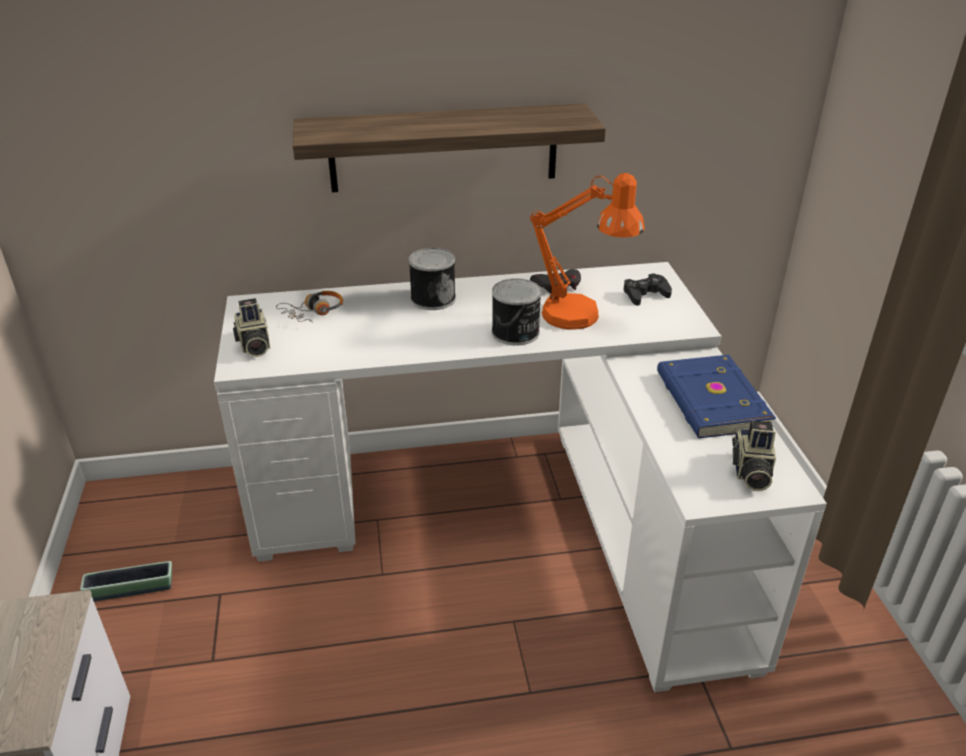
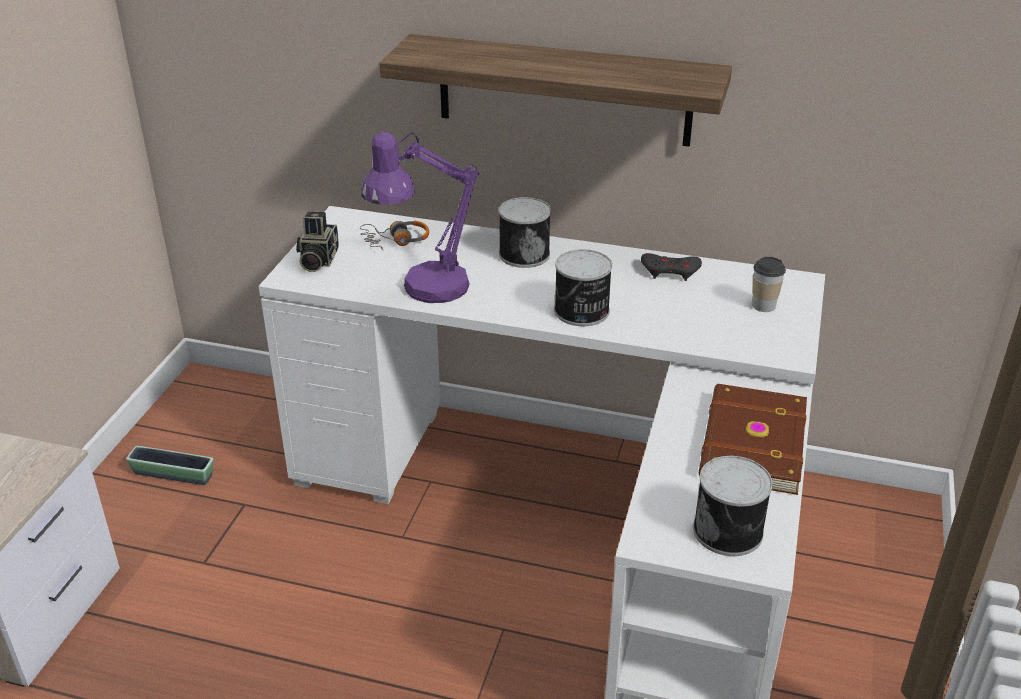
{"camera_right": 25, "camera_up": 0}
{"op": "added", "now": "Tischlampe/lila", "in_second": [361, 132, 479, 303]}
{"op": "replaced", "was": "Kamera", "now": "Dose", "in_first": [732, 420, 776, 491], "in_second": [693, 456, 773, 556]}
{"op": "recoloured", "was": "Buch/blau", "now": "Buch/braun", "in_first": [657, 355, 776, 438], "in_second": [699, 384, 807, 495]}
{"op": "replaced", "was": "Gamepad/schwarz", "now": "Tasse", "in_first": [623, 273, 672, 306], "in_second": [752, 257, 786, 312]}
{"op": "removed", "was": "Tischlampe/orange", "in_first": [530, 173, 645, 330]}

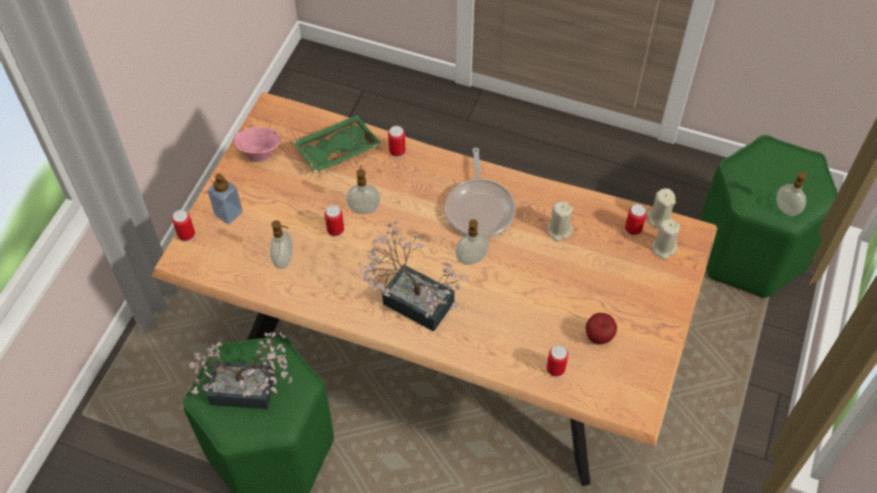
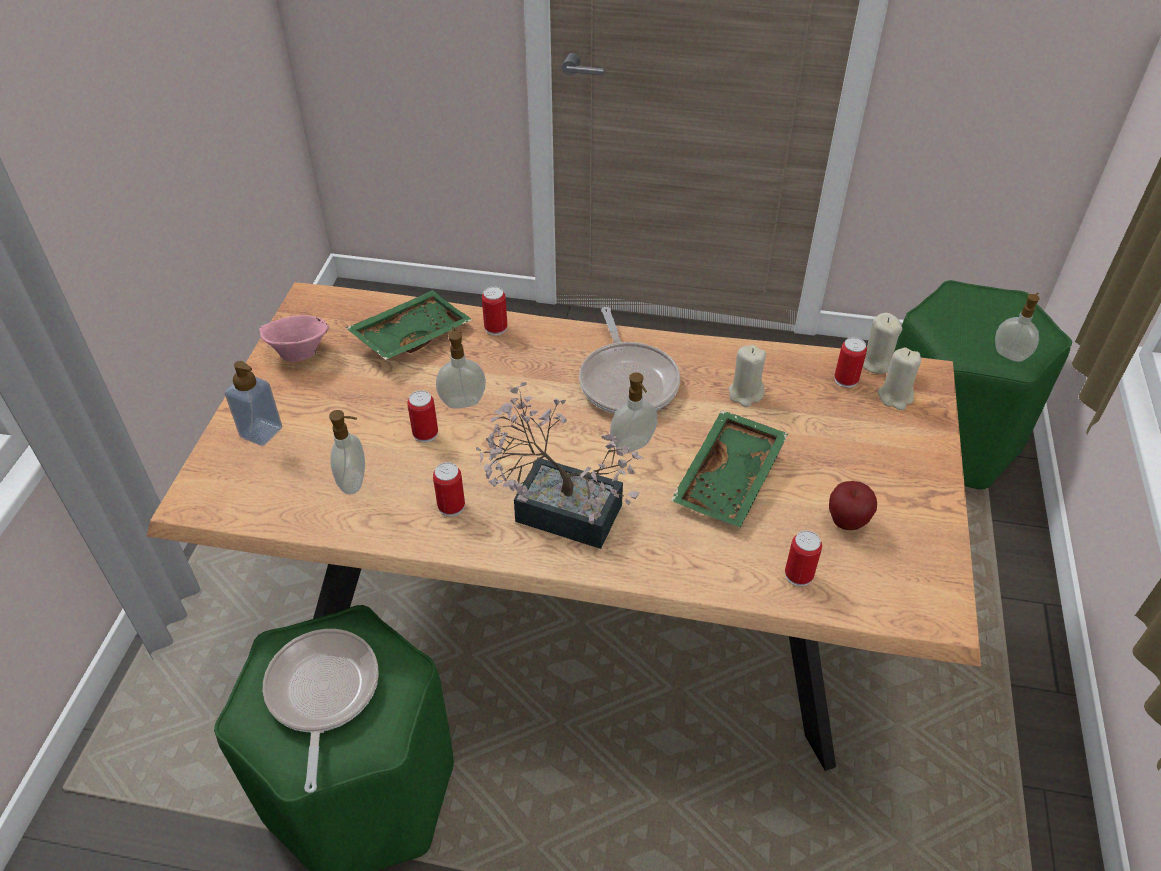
{"camera_right": -10, "camera_up": -10}
{"op": "replaced", "was": "Topfpflanze", "now": "Pfanne", "in_first": [189, 332, 292, 409], "in_second": [263, 629, 379, 793]}
{"op": "moved", "was": "Dose", "in_first": [172, 210, 195, 242], "in_second": [433, 462, 465, 517]}
{"op": "added", "now": "Tablett/grün", "in_second": [671, 410, 788, 527]}

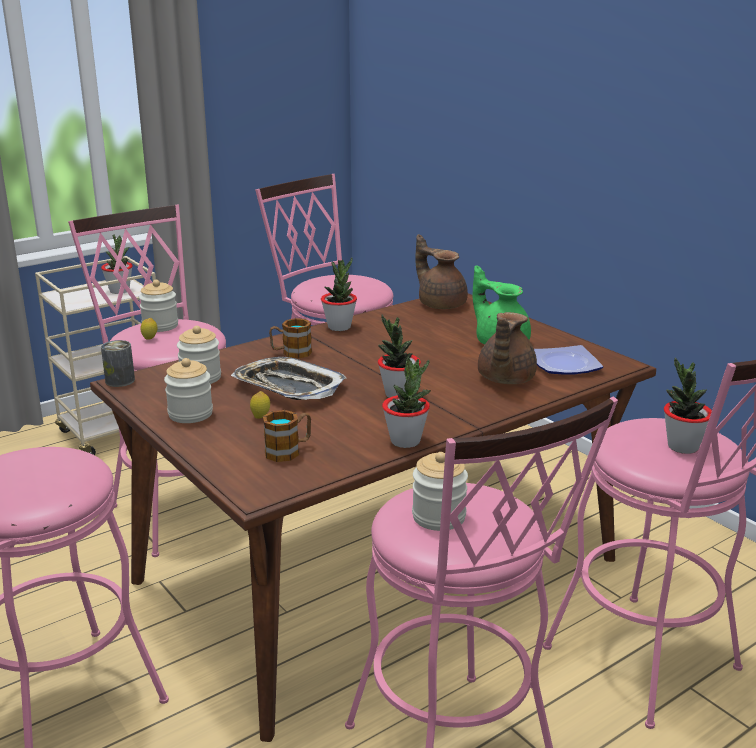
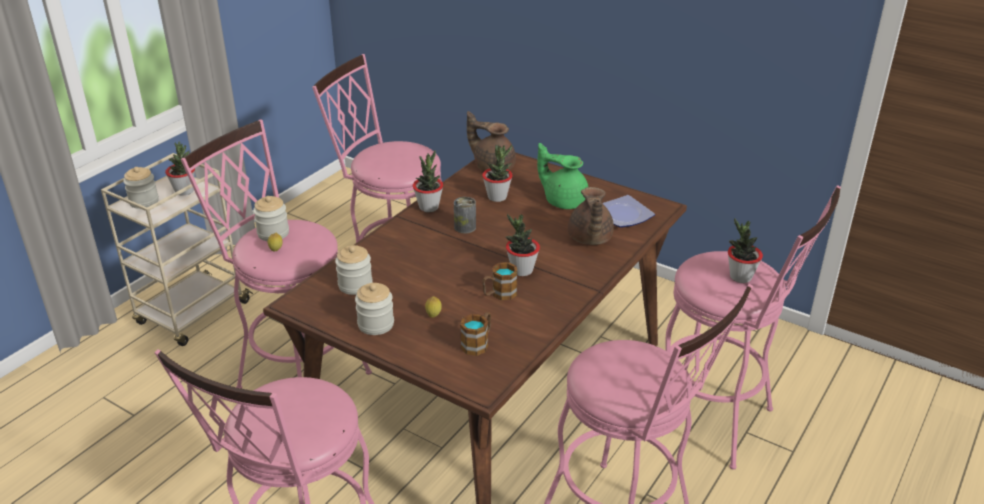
{"camera_right": -20, "camera_up": 10}
{"op": "moved", "was": "Vorratsglas", "in_first": [412, 452, 468, 531], "in_second": [123, 167, 159, 209]}
{"op": "moved", "was": "Dose", "in_first": [101, 340, 135, 387], "in_second": [454, 197, 476, 233]}
{"op": "moved", "was": "Topfpflanze", "in_first": [382, 357, 431, 448], "in_second": [482, 145, 513, 202]}
{"op": "moved", "was": "Henkelbecher", "in_first": [269, 318, 312, 359], "in_second": [482, 262, 518, 300]}
{"op": "removed", "was": "Tablett", "in_first": [231, 357, 346, 400]}

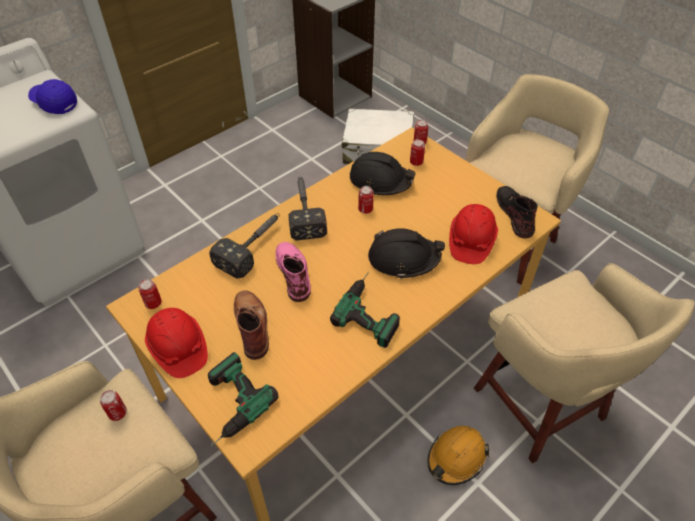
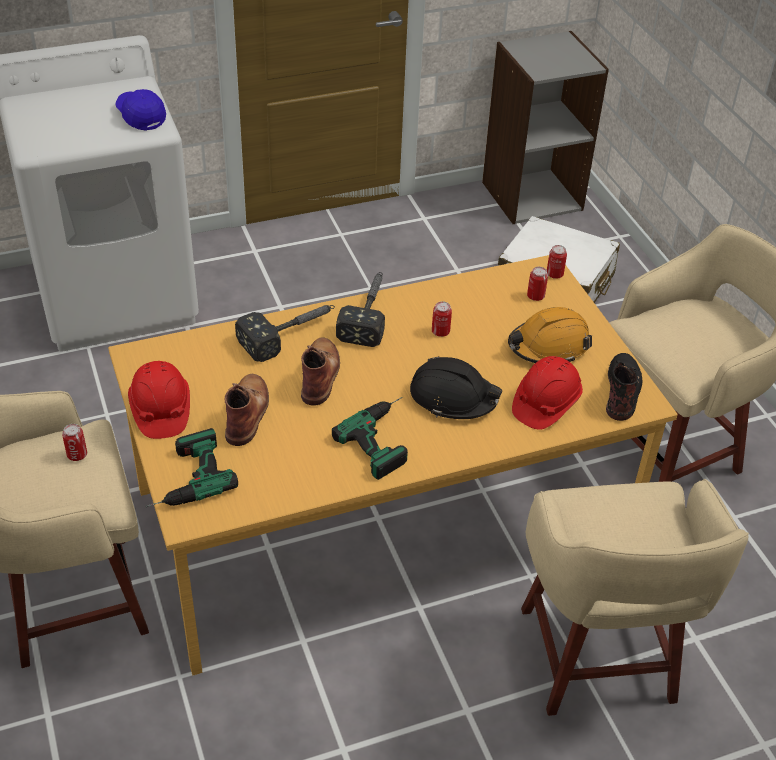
{"camera_right": 20, "camera_up": -5}
{"op": "recoloured", "was": "Stiefel/rosa", "now": "Stiefel/braun", "in_first": [275, 242, 311, 302], "in_second": [301, 337, 340, 406]}
{"op": "moved", "was": "Schutzhelm/orange", "in_first": [427, 426, 489, 485], "in_second": [508, 307, 592, 363]}
{"op": "removed", "was": "Dose", "in_first": [139, 279, 162, 309]}
{"op": "removed", "was": "Schutzhelm/schwarz", "in_first": [350, 152, 416, 195]}

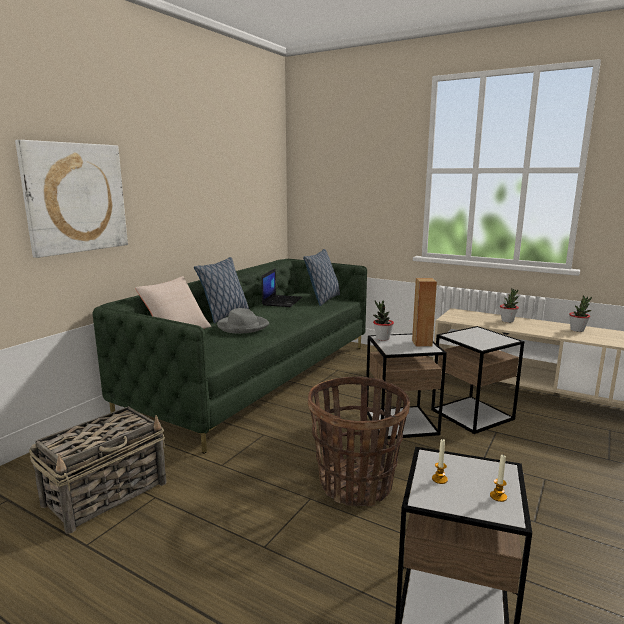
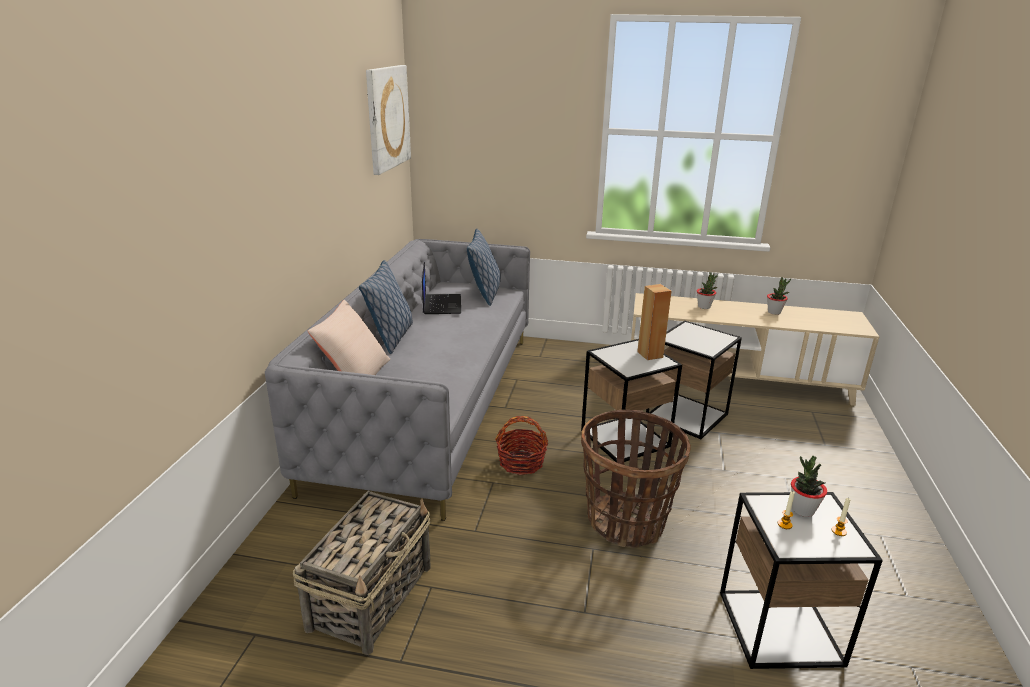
{"camera_right": -20, "camera_up": 10}
{"op": "recoloured", "was": "Sofa/grün", "now": "Sofa/grau", "in_first": [92, 259, 367, 454], "in_second": [265, 239, 530, 521]}
{"op": "moved", "was": "Bild", "in_first": [15, 140, 128, 258], "in_second": [366, 65, 411, 175]}
{"op": "added", "now": "Korb", "in_second": [495, 416, 548, 475]}
{"op": "moved", "was": "Topfpflanze", "in_first": [373, 300, 394, 341], "in_second": [791, 456, 827, 517]}
{"op": "removed", "was": "Hut/grau", "in_first": [217, 308, 269, 333]}

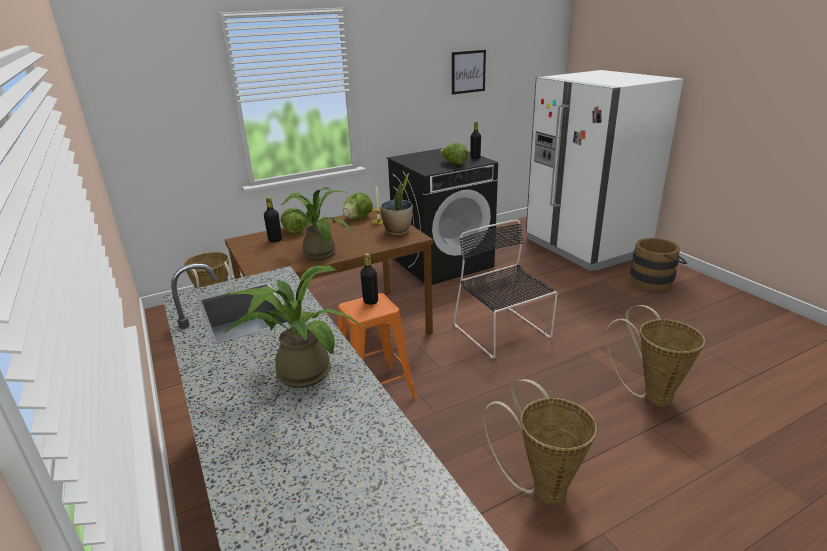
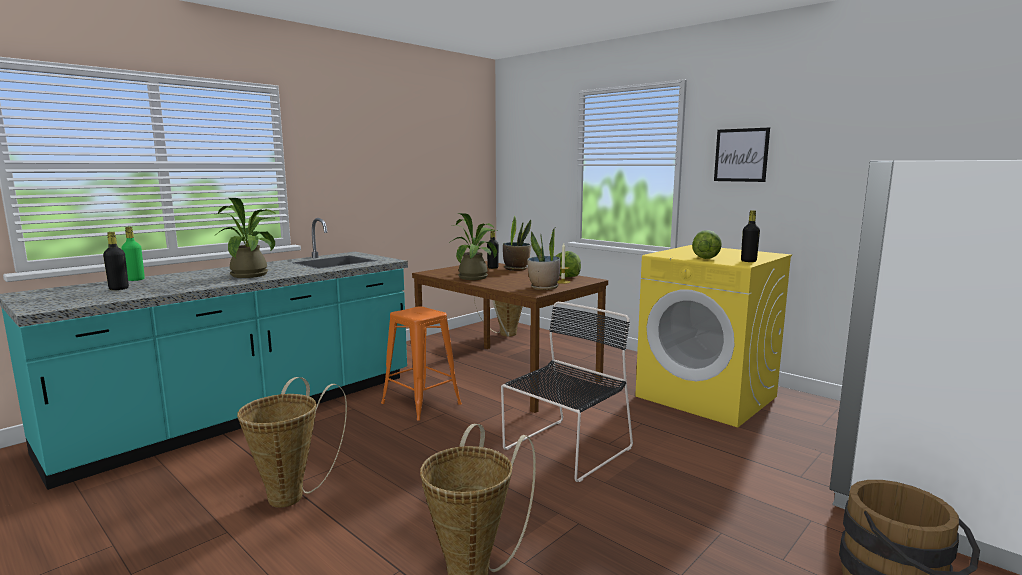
{"camera_right": 70, "camera_up": -15}
{"op": "moved", "was": "Flasche/schwarz", "in_first": [360, 253, 378, 305], "in_second": [103, 232, 129, 290]}
{"op": "added", "now": "Flasche/grün", "in_second": [121, 227, 145, 281]}
{"op": "replaced", "was": "Salatkopf", "now": "Topfpflanze", "in_first": [281, 208, 306, 234], "in_second": [503, 215, 531, 271]}
{"op": "recoloured", "was": "Waschmaschine/schwarz", "now": "Waschmaschine/gelb", "in_first": [387, 148, 498, 285], "in_second": [635, 245, 792, 427]}
{"op": "moved", "was": "Bild", "in_first": [452, 50, 486, 95], "in_second": [714, 127, 770, 182]}

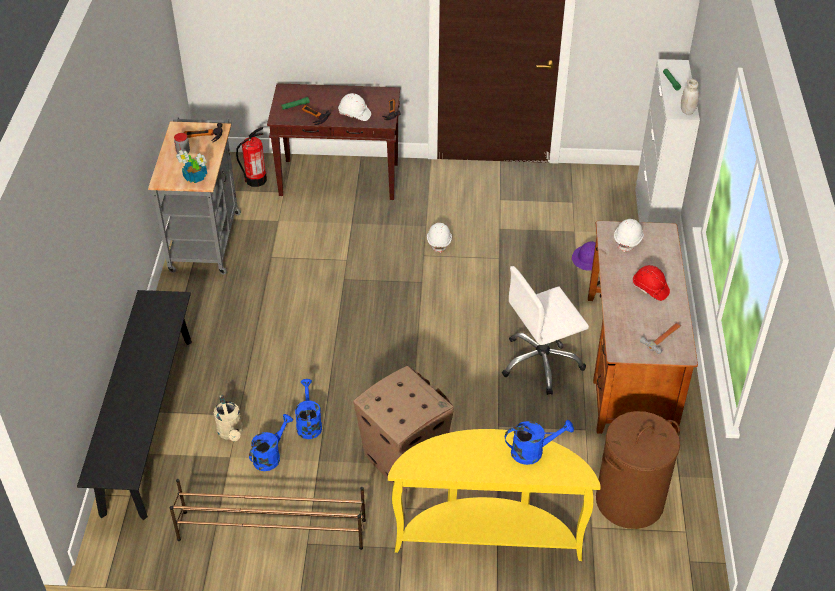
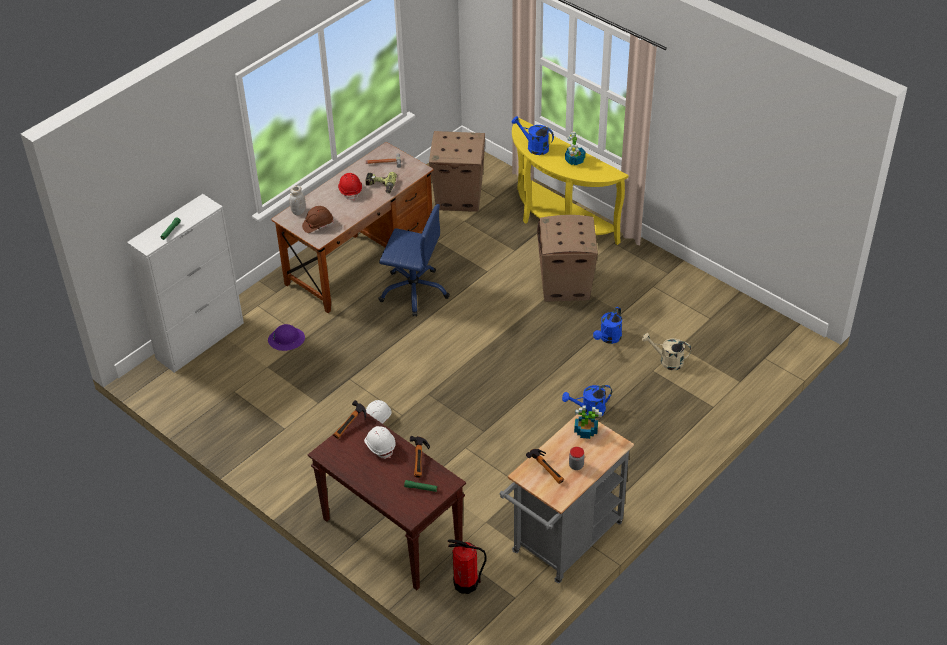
{"camera_right": -140, "camera_up": 0}
{"op": "moved", "was": "Vorratsglas/weiß", "in_first": [681, 79, 699, 115], "in_second": [290, 186, 306, 215]}
{"op": "recoloured", "was": "Schutzhelm/weiß", "now": "Schutzhelm/braun", "in_first": [614, 219, 644, 252], "in_second": [302, 206, 333, 233]}
{"op": "added", "now": "Bohrmaschine", "in_second": [365, 172, 397, 193]}
{"op": "recoloured", "was": "Bürostuhl/weiß", "now": "Bürostuhl/blau", "in_first": [502, 266, 589, 395], "in_second": [378, 204, 450, 317]}
{"op": "replaced", "was": "Wäschekorb/braun", "now": "Karton", "in_first": [596, 411, 680, 529], "in_second": [429, 131, 485, 212]}
{"op": "moved", "was": "Gießkanne/blau", "in_first": [249, 414, 293, 471], "in_second": [562, 385, 612, 418]}
{"op": "added", "now": "Topfpflanze", "in_second": [565, 131, 585, 165]}
{"op": "turned", "was": "Gießkanne/beige", "in_first": [214, 395, 243, 441], "in_second": [642, 333, 691, 370], "clockwise": -90}
{"op": "removed", "was": "Bank/schwarz", "in_first": [77, 290, 192, 520]}
{"op": "removed", "was": "Schuhregal/braun", "in_first": [169, 479, 366, 550]}

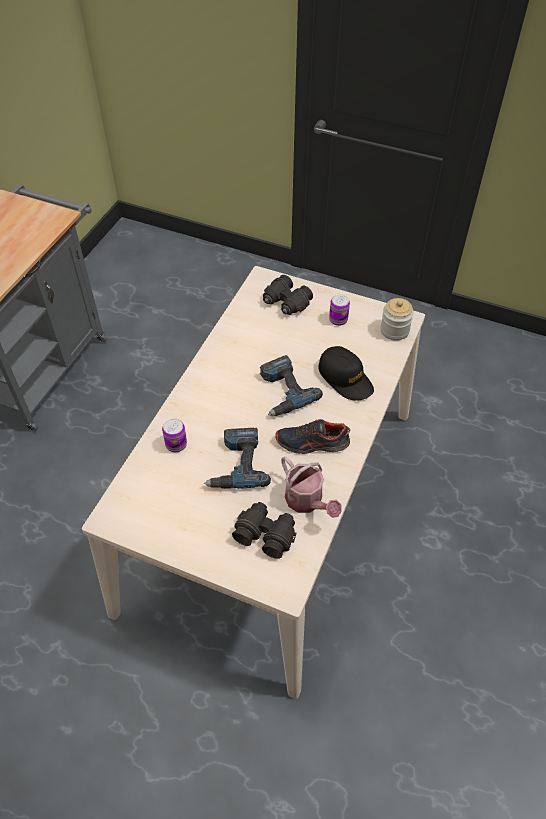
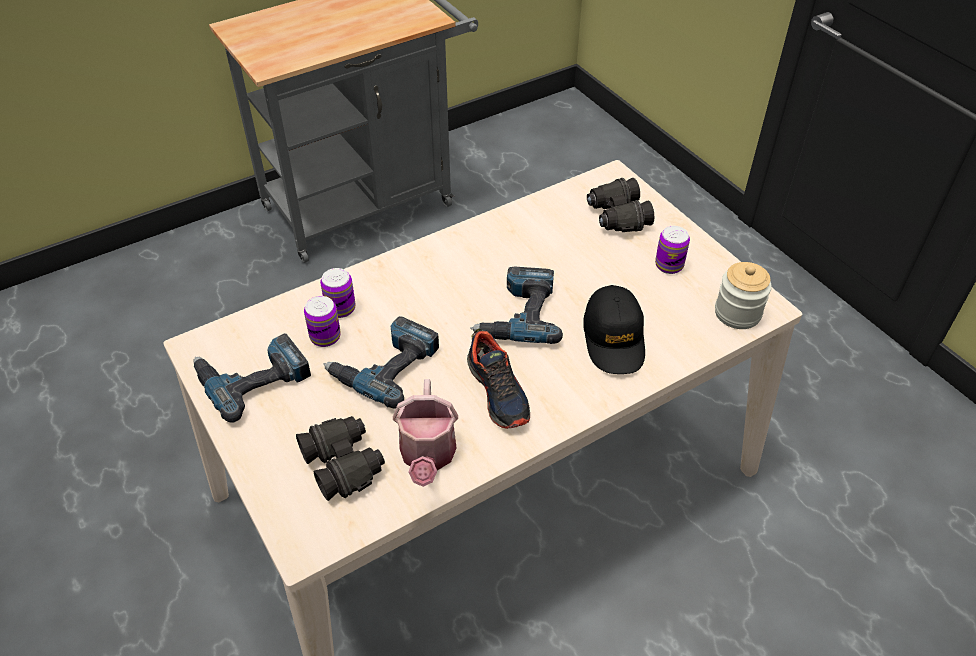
{"camera_right": 35, "camera_up": -5}
{"op": "added", "now": "Bohrmaschine", "in_second": [193, 333, 311, 423]}
{"op": "added", "now": "Dose", "in_second": [304, 296, 341, 347]}
{"op": "turned", "was": "Schuh", "in_first": [275, 419, 350, 454], "in_second": [467, 329, 530, 429], "clockwise": -150}

